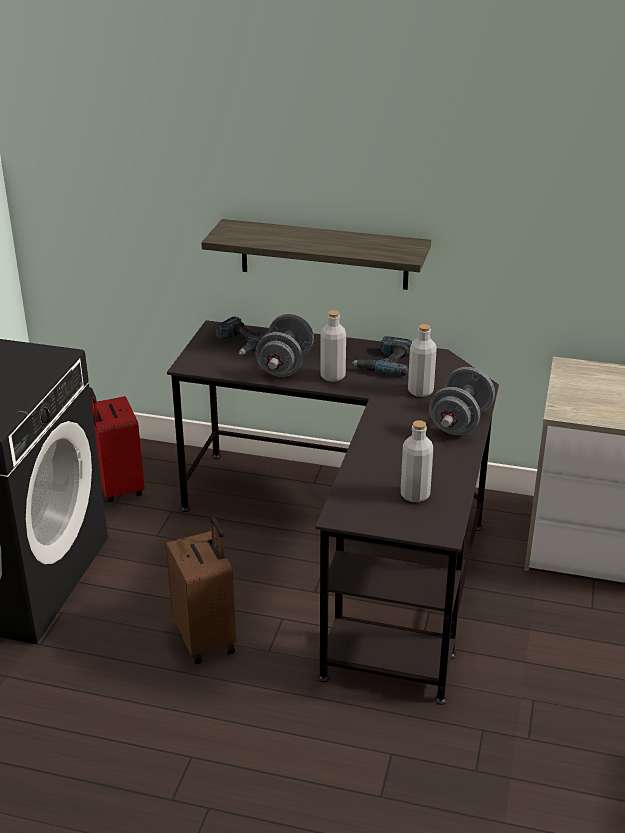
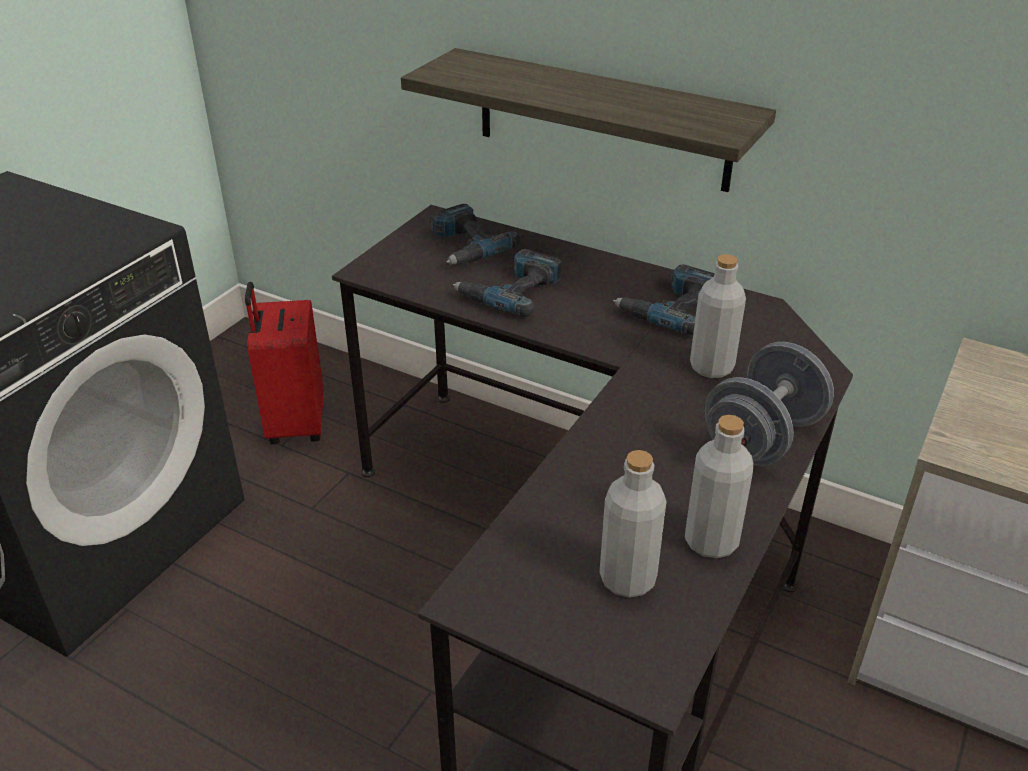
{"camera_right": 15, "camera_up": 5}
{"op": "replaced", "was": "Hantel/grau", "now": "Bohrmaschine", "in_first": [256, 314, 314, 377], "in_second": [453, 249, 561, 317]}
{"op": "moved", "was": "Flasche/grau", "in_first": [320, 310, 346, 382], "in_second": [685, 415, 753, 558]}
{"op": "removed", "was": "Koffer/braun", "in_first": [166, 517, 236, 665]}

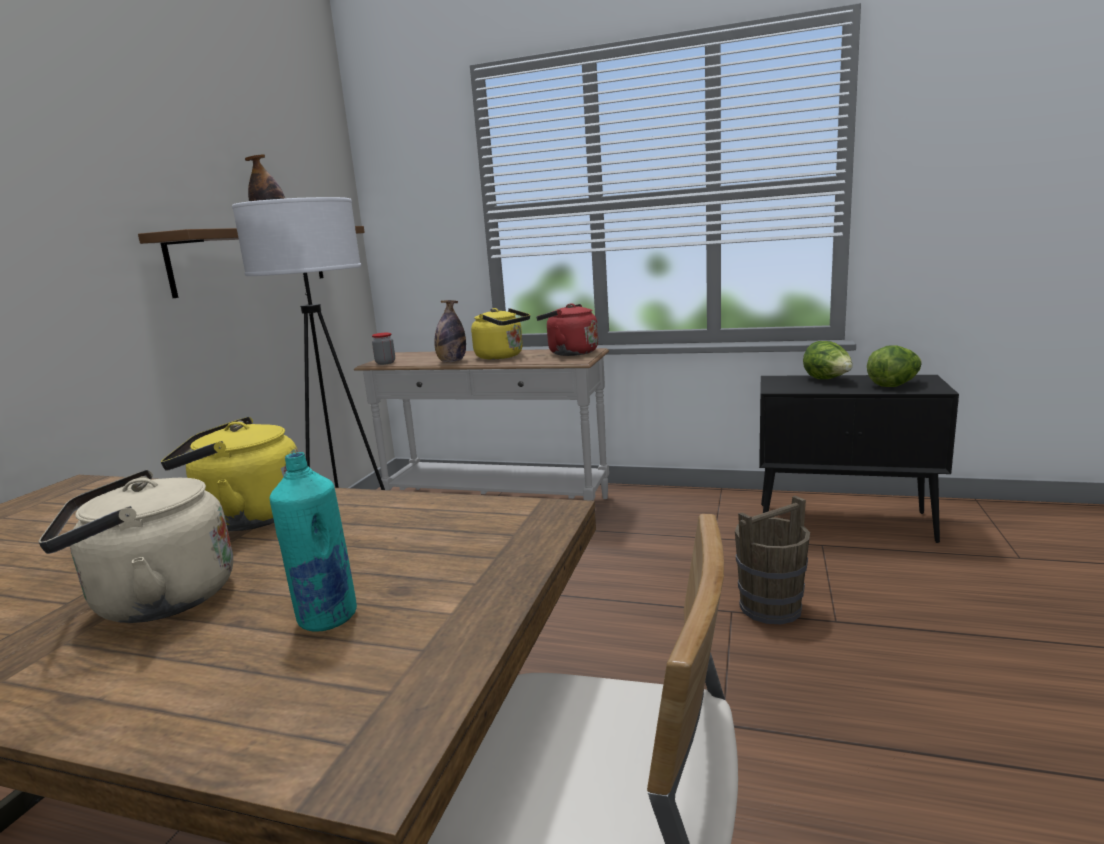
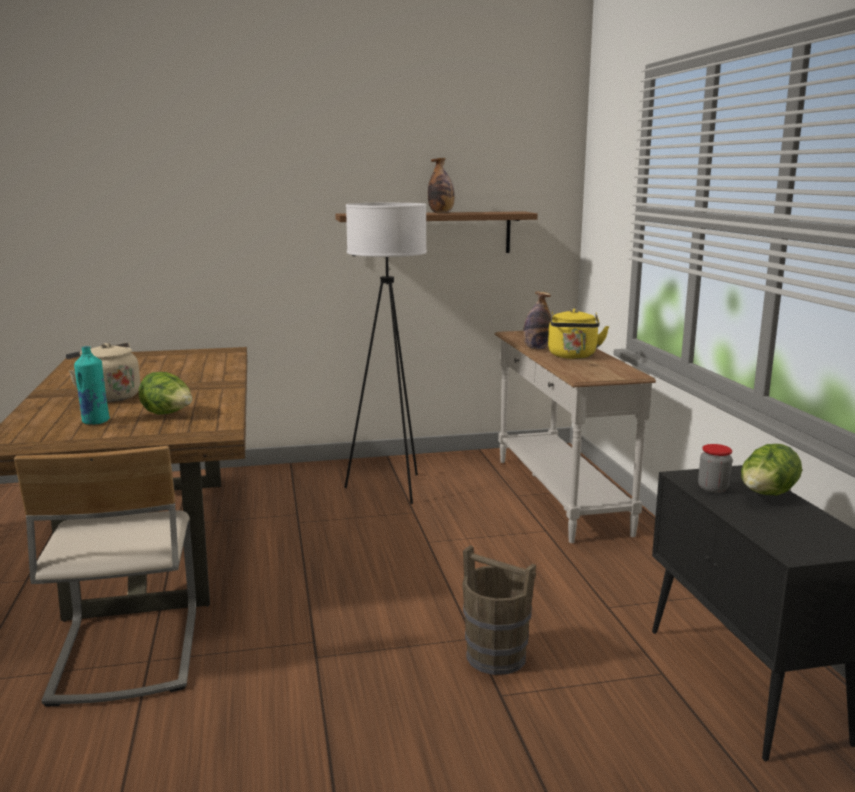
{"camera_right": 60, "camera_up": 0}
{"op": "moved", "was": "Salatkopf", "in_first": [867, 345, 922, 387], "in_second": [139, 372, 192, 415]}
{"op": "moved", "was": "Vorratsglas", "in_first": [372, 333, 395, 365], "in_second": [698, 444, 732, 493]}
{"op": "removed", "was": "Wasserkessel/gelb", "in_first": [161, 417, 298, 531]}
{"op": "removed", "was": "Wasserkessel/rot", "in_first": [536, 303, 598, 356]}

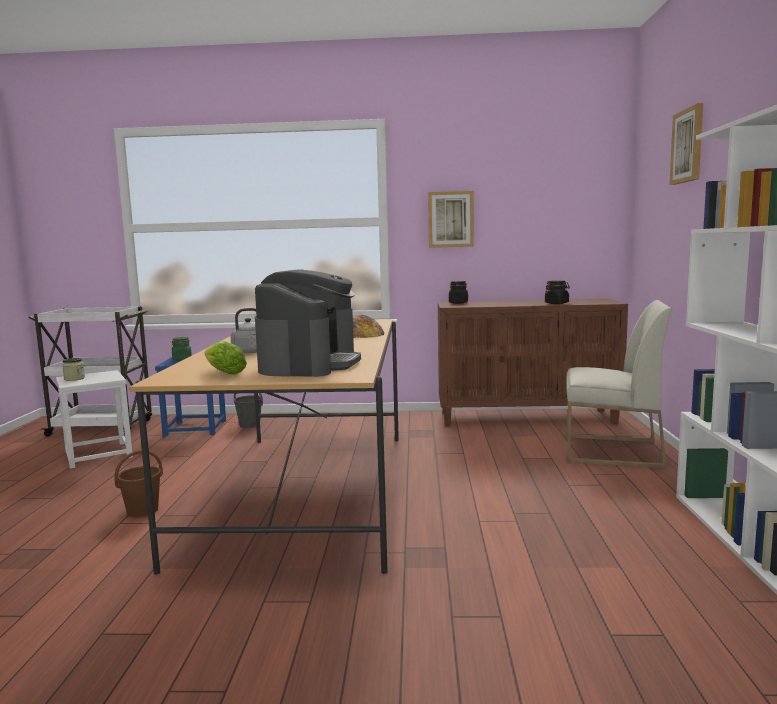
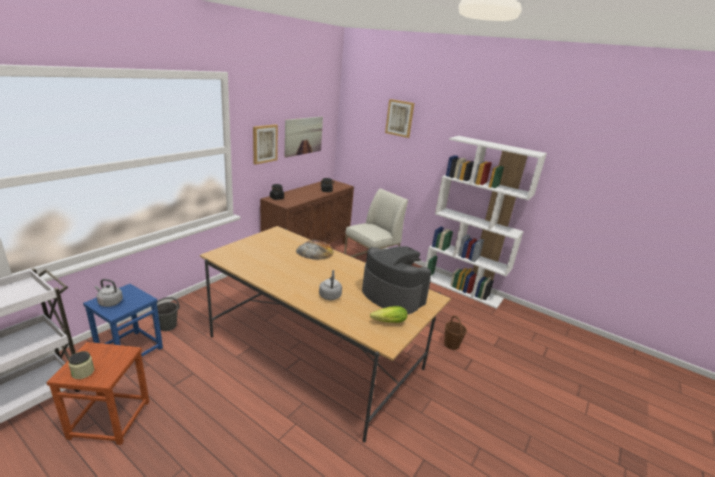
{"camera_right": -60, "camera_up": 15}
{"op": "recoloured", "was": "Hocker/weiß", "now": "Hocker/braun", "in_first": [56, 370, 133, 469], "in_second": [46, 342, 149, 445]}
{"op": "replaced", "was": "Vorratsglas/grün", "now": "Wasserkessel/grau", "in_first": [172, 337, 192, 361], "in_second": [95, 279, 123, 307]}
{"op": "added", "now": "Bild", "in_second": [285, 116, 323, 157]}
{"op": "moved", "was": "Eimer/braun", "in_first": [115, 450, 163, 517], "in_second": [444, 315, 467, 350]}

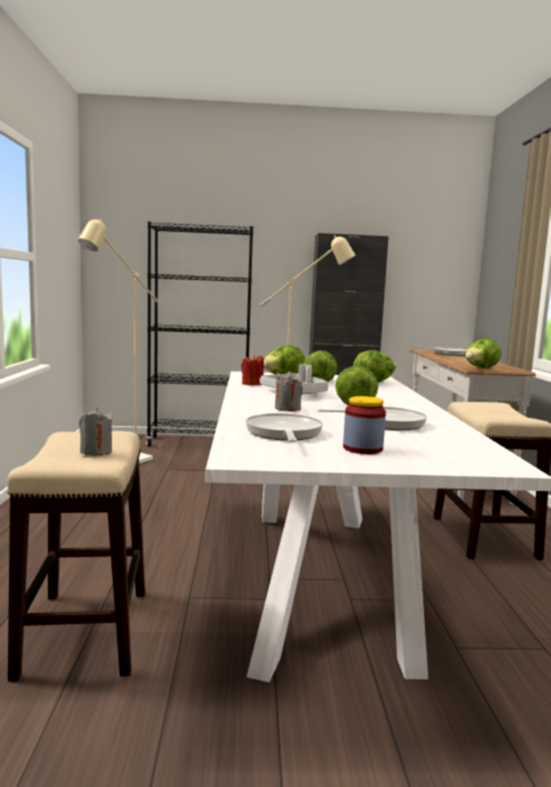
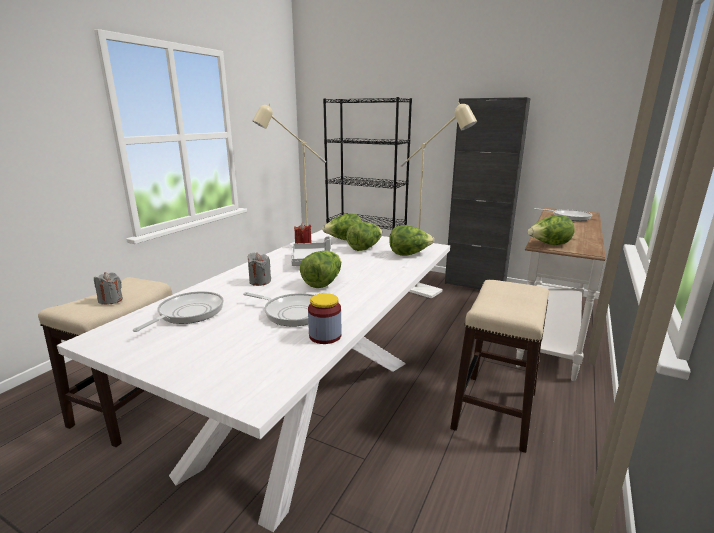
{"camera_right": 30, "camera_up": 10}
{"op": "moved", "was": "Vorratsglas", "in_first": [343, 396, 386, 454], "in_second": [308, 293, 341, 344]}

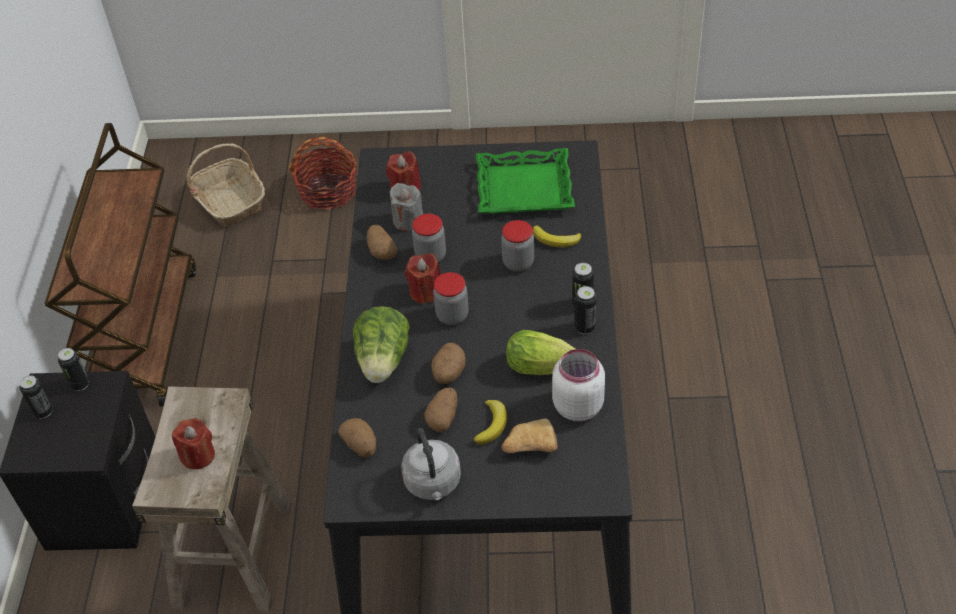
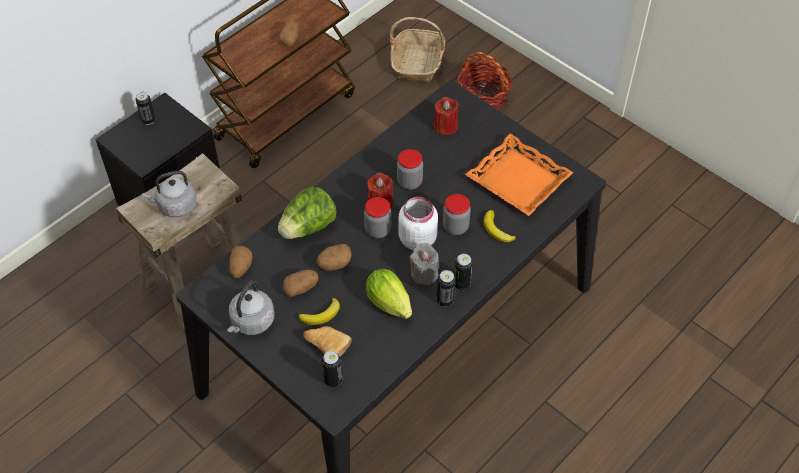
{"camera_right": 40, "camera_up": 5}
{"op": "replaced", "was": "Kerze/rot", "now": "Wasserkessel/grau", "in_first": [172, 418, 215, 470], "in_second": [142, 171, 197, 217]}
{"op": "moved", "was": "Kartoffel", "in_first": [366, 225, 397, 260], "in_second": [279, 21, 299, 47]}
{"op": "moved", "was": "Dose", "in_first": [58, 348, 89, 391], "in_second": [322, 351, 342, 387]}
{"op": "moved", "was": "Vorratsglas/weiß", "in_first": [552, 349, 605, 421], "in_second": [398, 197, 438, 250]}
{"op": "moved", "was": "Kerze/grau", "in_first": [389, 183, 423, 231], "in_second": [410, 243, 439, 285]}
{"op": "recoloured", "was": "Tablett/grün", "now": "Tablett/orange", "in_first": [476, 148, 575, 214], "in_second": [465, 134, 574, 216]}

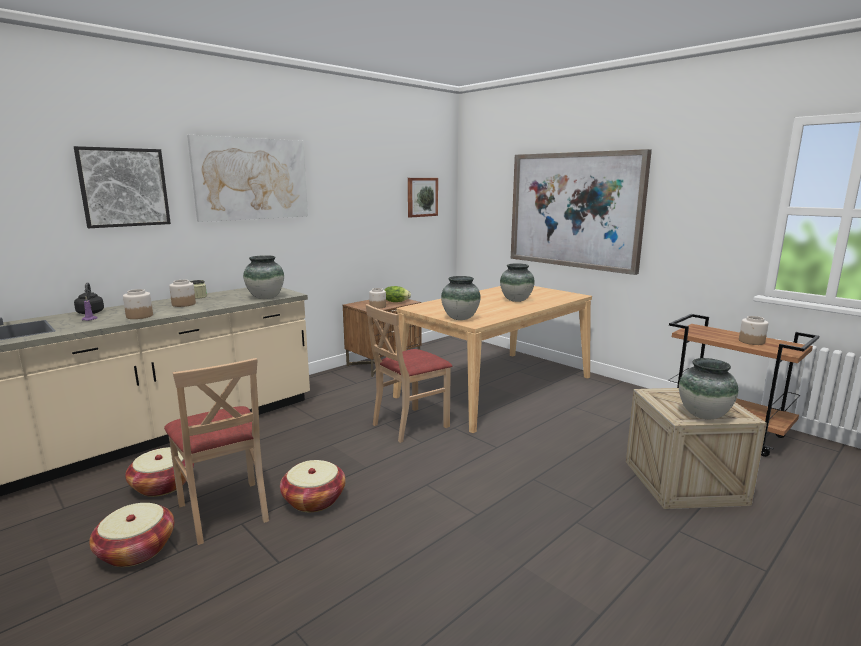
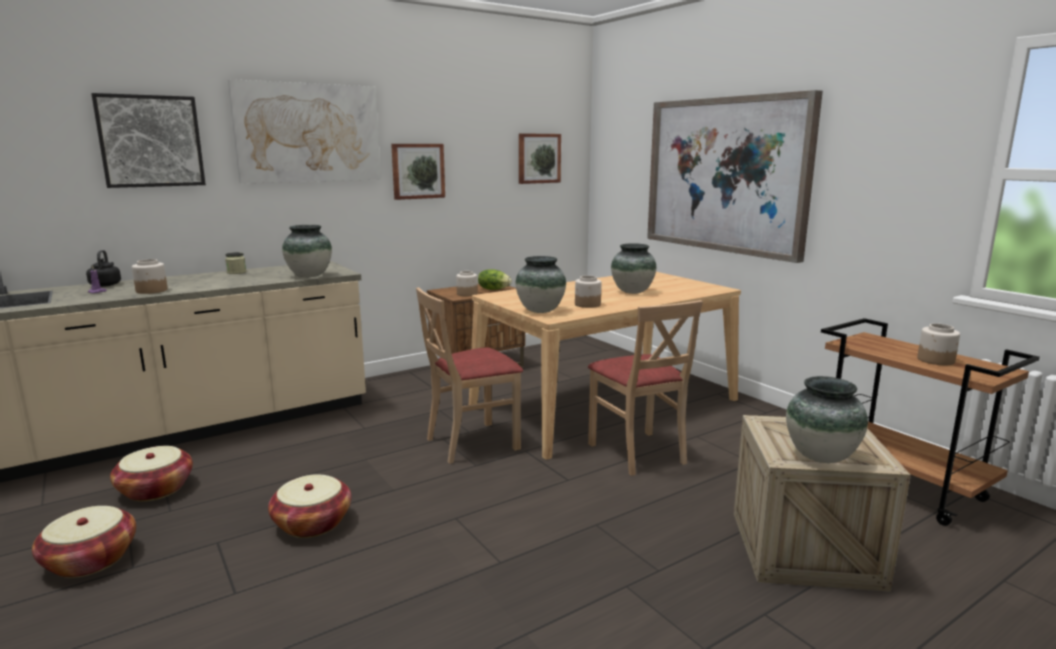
{"camera_right": 10, "camera_up": 0}
{"op": "added", "now": "Bild", "in_second": [391, 144, 445, 200]}
{"op": "moved", "was": "Vorratsglas", "in_first": [169, 280, 196, 307], "in_second": [575, 275, 601, 308]}
{"op": "moved", "was": "Stuhl/beige", "in_first": [164, 358, 269, 545], "in_second": [588, 300, 703, 476]}

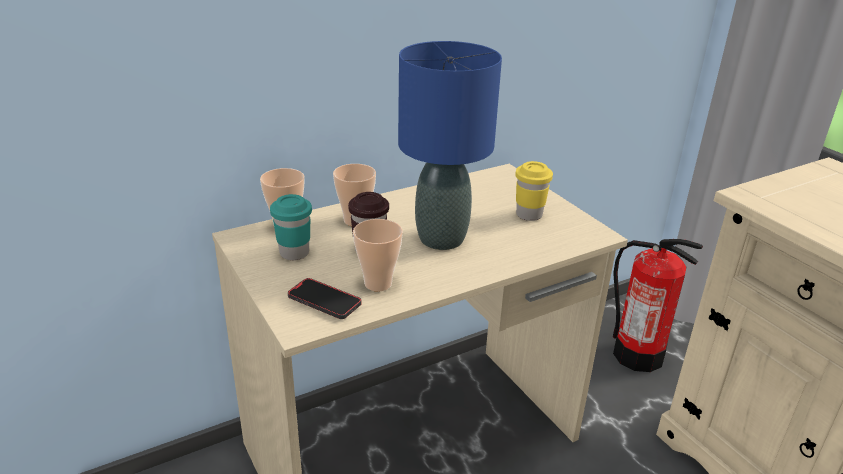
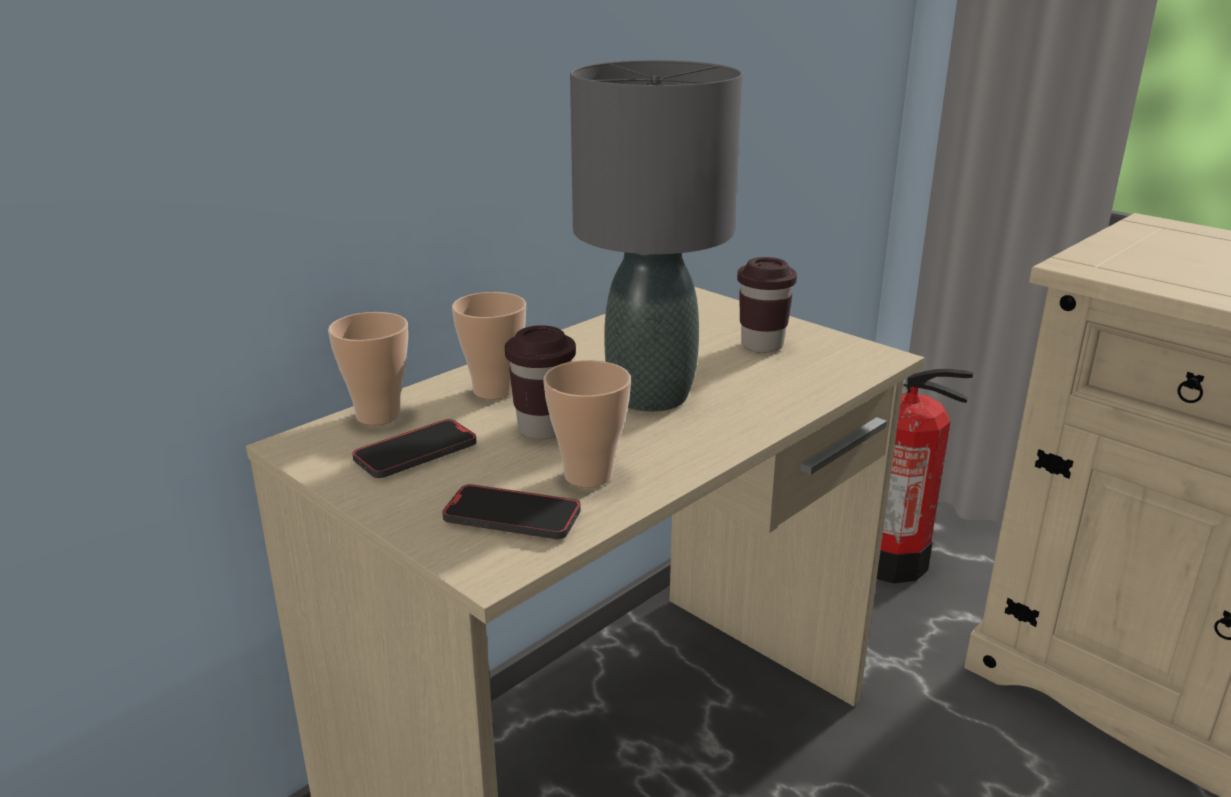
{"camera_right": -15, "camera_up": -5}
{"op": "replaced", "was": "Tasse/türkis", "now": "Handy", "in_first": [270, 194, 312, 260], "in_second": [352, 419, 477, 478]}
{"op": "recoloured", "was": "Tischlampe/blau", "now": "Tischlampe/grau", "in_first": [398, 41, 502, 250], "in_second": [570, 60, 743, 412]}
{"op": "recoloured", "was": "Tasse/gelb", "now": "Tasse/braun", "in_first": [515, 161, 553, 221], "in_second": [737, 257, 797, 353]}

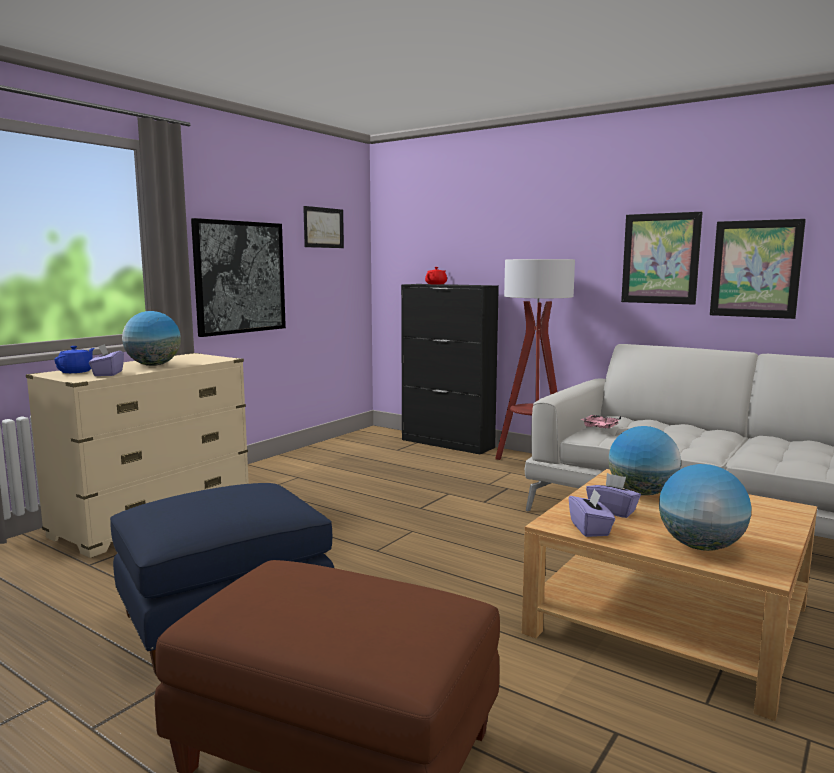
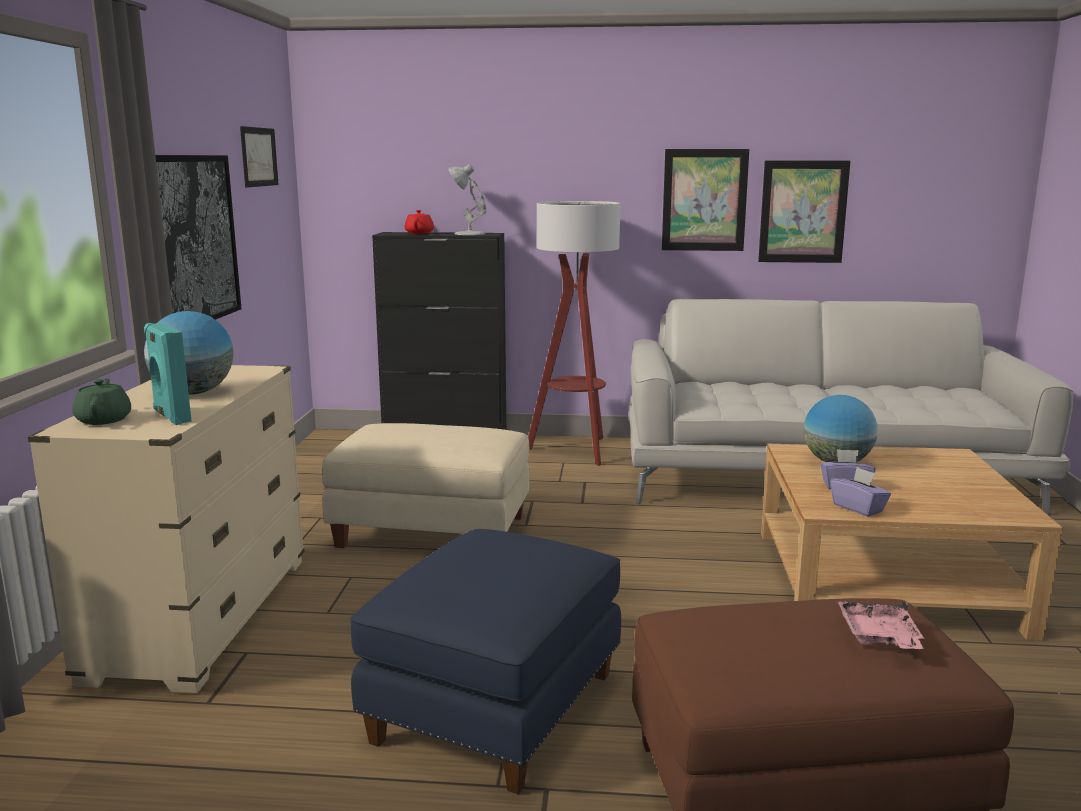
{"camera_right": -30, "camera_up": 5}
{"op": "recoloured", "was": "Teekanne/blau", "now": "Teekanne/grün", "in_first": [54, 346, 94, 373], "in_second": [72, 378, 131, 425]}
{"op": "replaced", "was": "Taschentuchbox/lila", "now": "Lautsprecher/türkis", "in_first": [89, 344, 124, 376], "in_second": [144, 323, 192, 425]}
{"op": "added", "now": "Polsterhocker/beige", "in_second": [322, 423, 529, 548]}
{"op": "added", "now": "Tischlampe/weiß", "in_second": [449, 164, 487, 235]}
{"op": "moved", "was": "Tablett/rosa", "in_first": [581, 415, 621, 429], "in_second": [837, 600, 925, 649]}
{"op": "removed", "was": "Globus", "in_first": [659, 464, 752, 551]}

